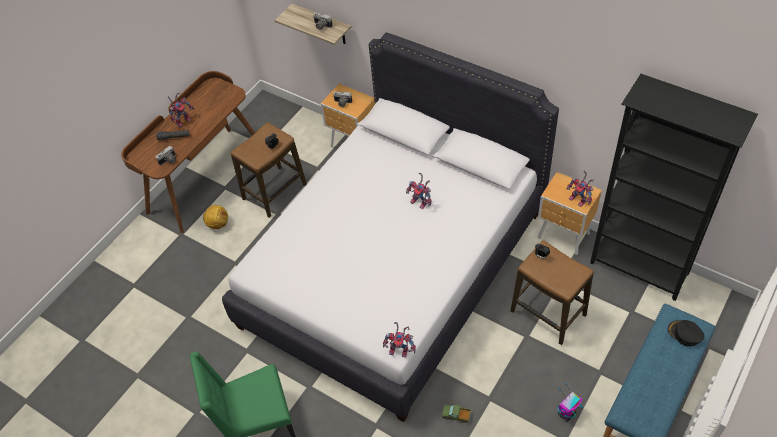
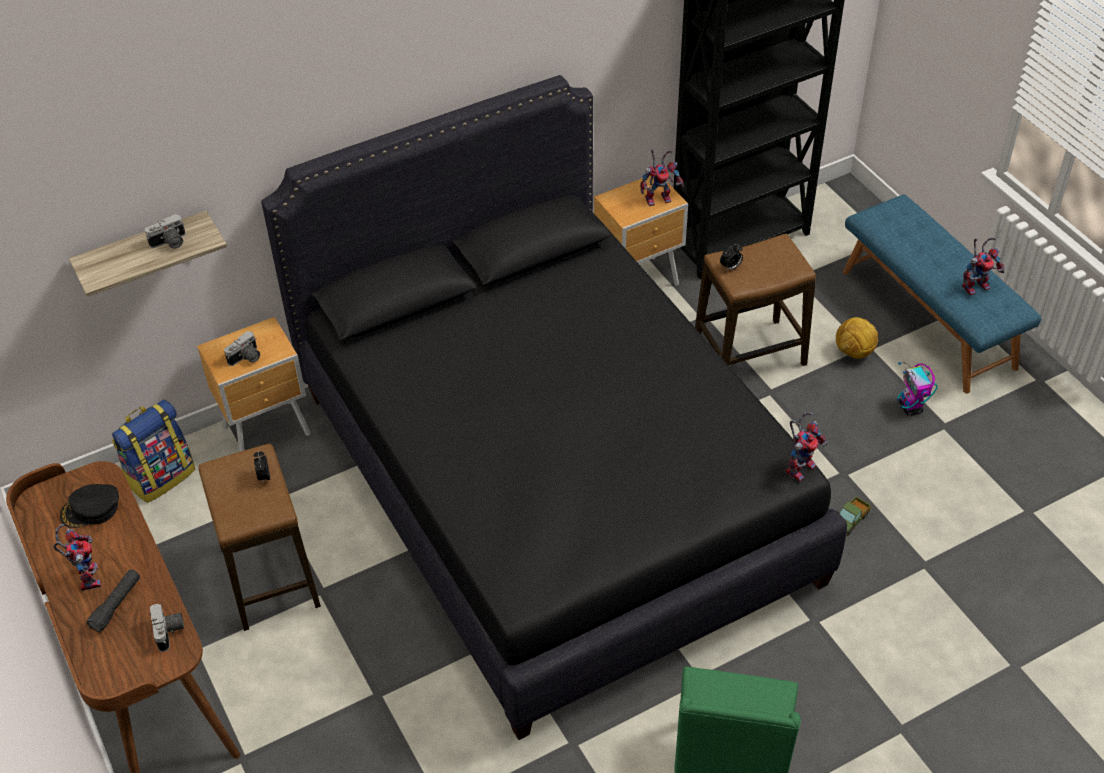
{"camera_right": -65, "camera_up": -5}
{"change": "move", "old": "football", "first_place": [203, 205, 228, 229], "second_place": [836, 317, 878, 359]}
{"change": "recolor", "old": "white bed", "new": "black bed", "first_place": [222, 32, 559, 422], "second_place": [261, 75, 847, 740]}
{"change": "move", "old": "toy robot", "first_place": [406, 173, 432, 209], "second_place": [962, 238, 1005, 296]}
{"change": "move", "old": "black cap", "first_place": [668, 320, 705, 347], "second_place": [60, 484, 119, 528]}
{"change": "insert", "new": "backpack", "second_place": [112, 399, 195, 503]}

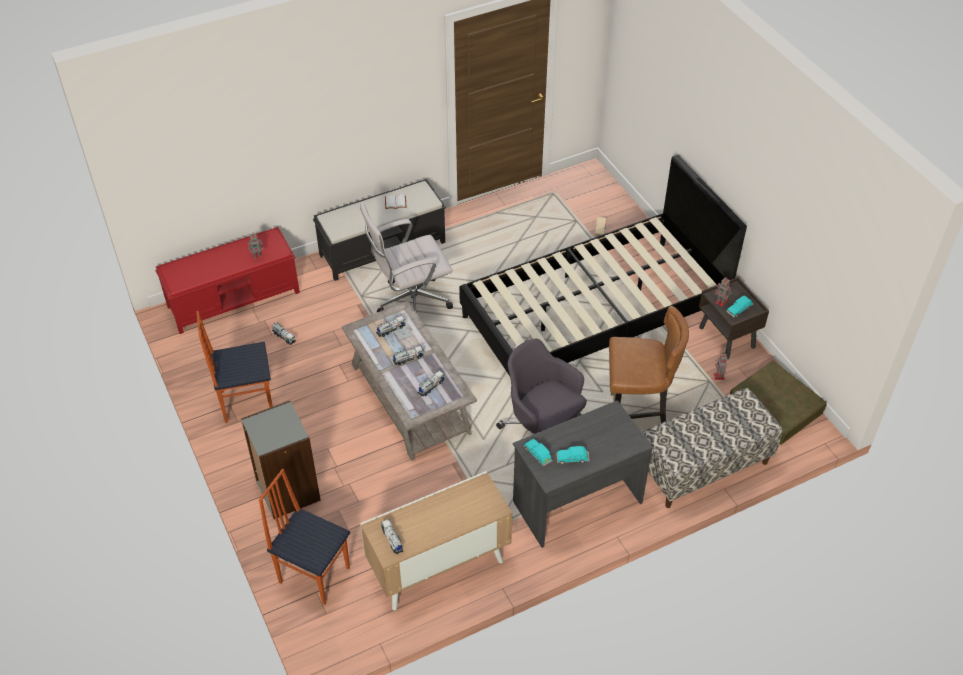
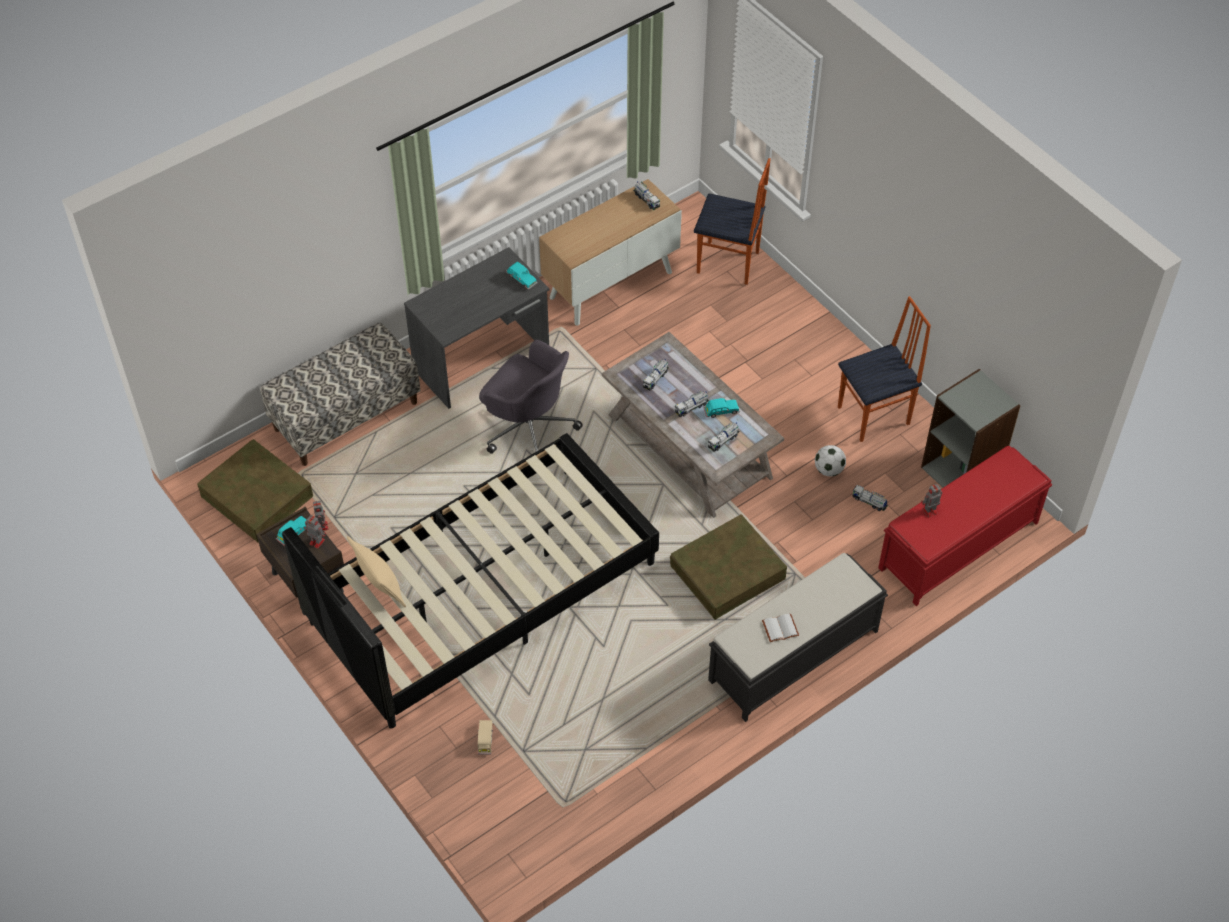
{"camera_right": 170, "camera_up": 5}
{"change": "move", "old": "grey bookcase", "first_place": [241, 401, 321, 519], "second_place": [921, 369, 1021, 488]}
{"change": "replace", "old": "white office chair", "new": "brown storage box", "first_place": [360, 202, 453, 313], "second_place": [670, 514, 787, 620]}
{"change": "move", "old": "turquoise toy car", "first_place": [556, 446, 590, 464], "second_place": [704, 398, 740, 418]}
{"change": "delete", "old": "brown chair", "first_place": [609, 306, 689, 423]}
{"change": "insert", "new": "beige pillow", "second_place": [347, 536, 406, 607]}
{"change": "insert", "new": "football", "second_place": [815, 445, 846, 476]}

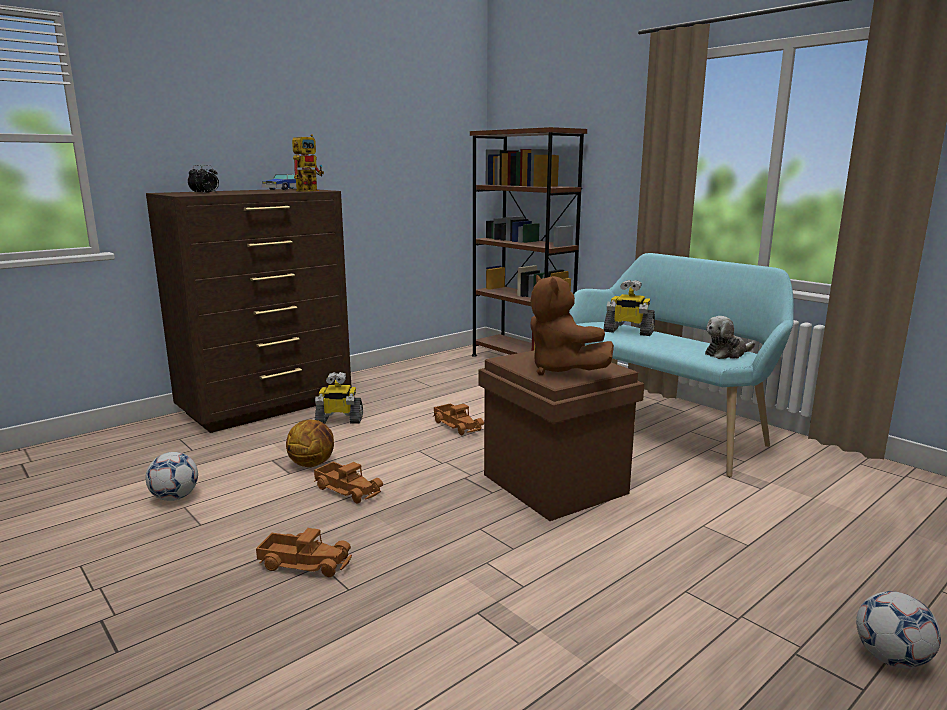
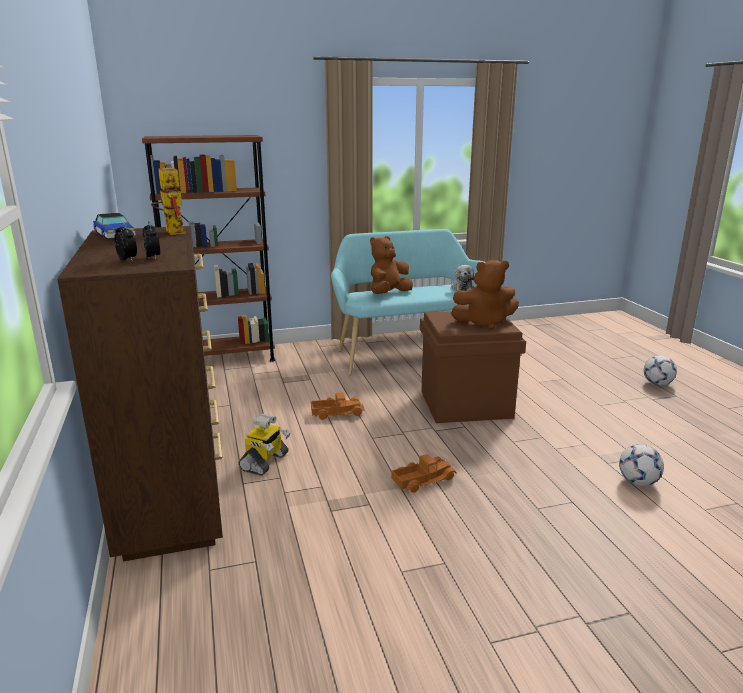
{"camera_right": -65, "camera_up": 5}
{"change": "move", "old": "football", "first_place": [145, 452, 198, 501], "second_place": [619, 444, 664, 486]}
{"change": "delete", "old": "toy truck", "first_place": [256, 528, 352, 577]}
{"change": "delete", "old": "basketball", "first_place": [286, 420, 334, 467]}
{"change": "replace", "old": "toy robot", "new": "brown plush toy", "first_place": [604, 280, 655, 336], "second_place": [370, 236, 413, 294]}

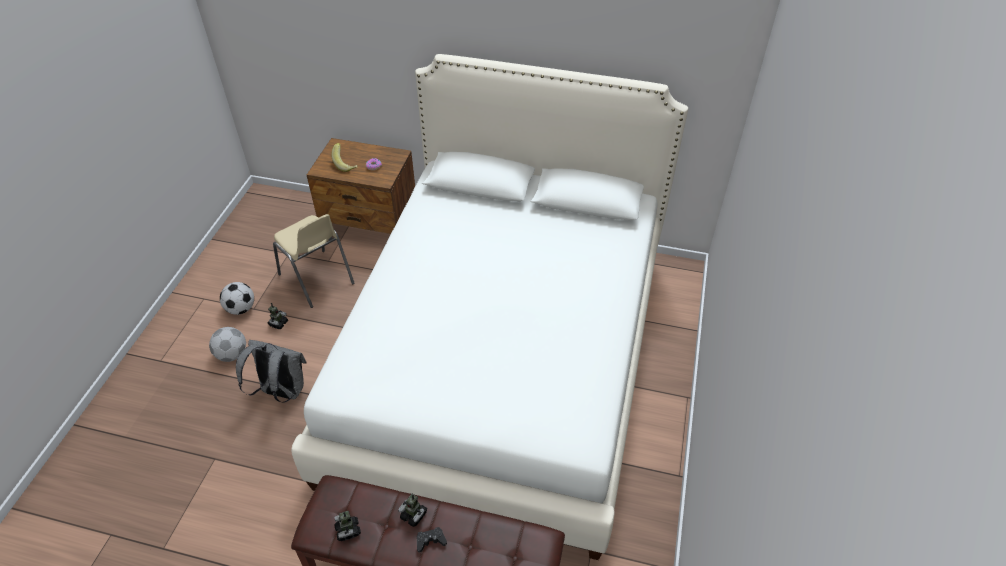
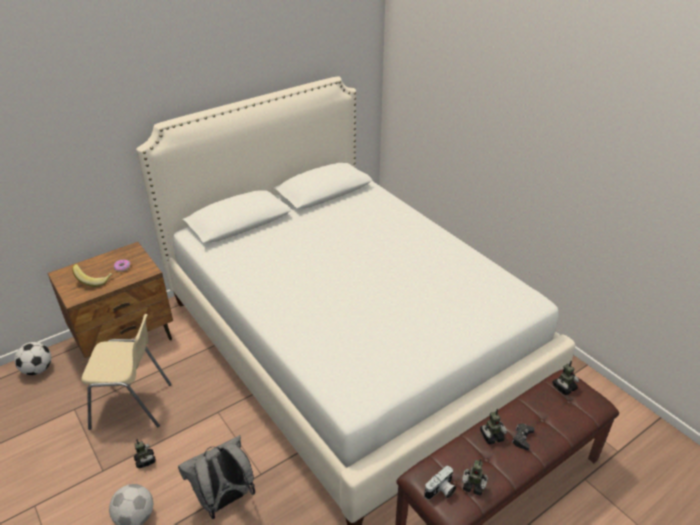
{"camera_right": -50, "camera_up": -10}
{"change": "move", "old": "football", "first_place": [220, 282, 254, 315], "second_place": [14, 342, 51, 375]}
{"change": "insert", "new": "photo camera", "second_place": [424, 466, 456, 499]}
{"change": "insert", "new": "toy robot", "second_place": [553, 361, 580, 395]}

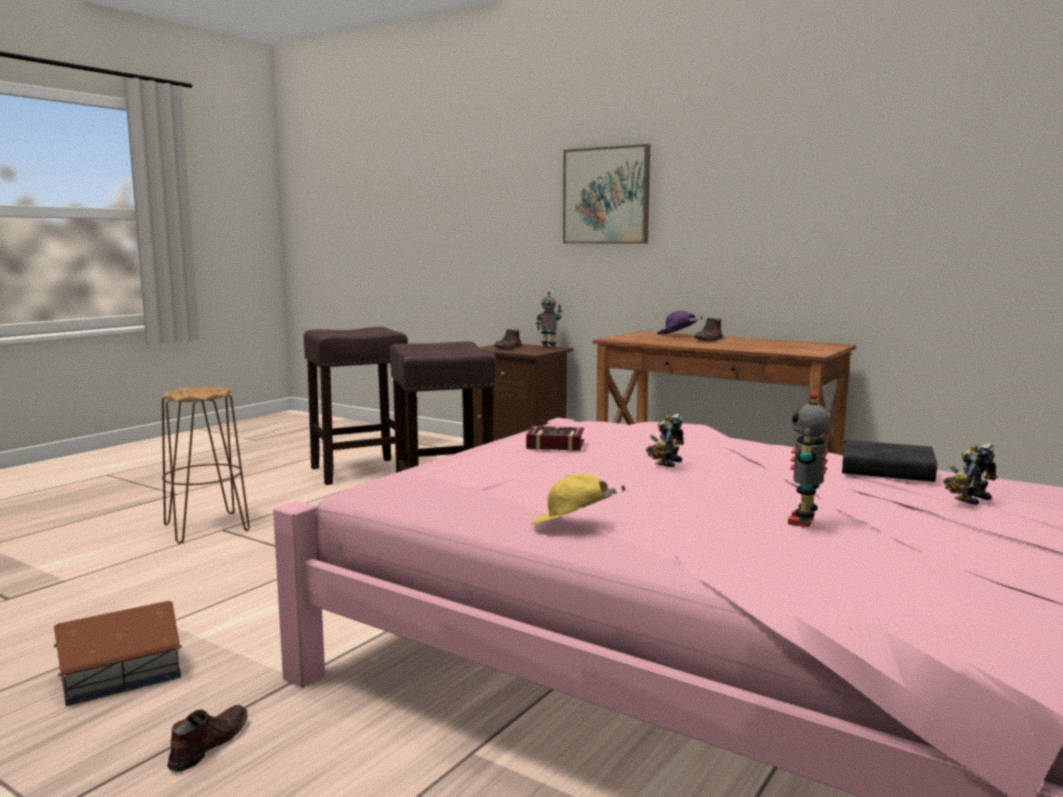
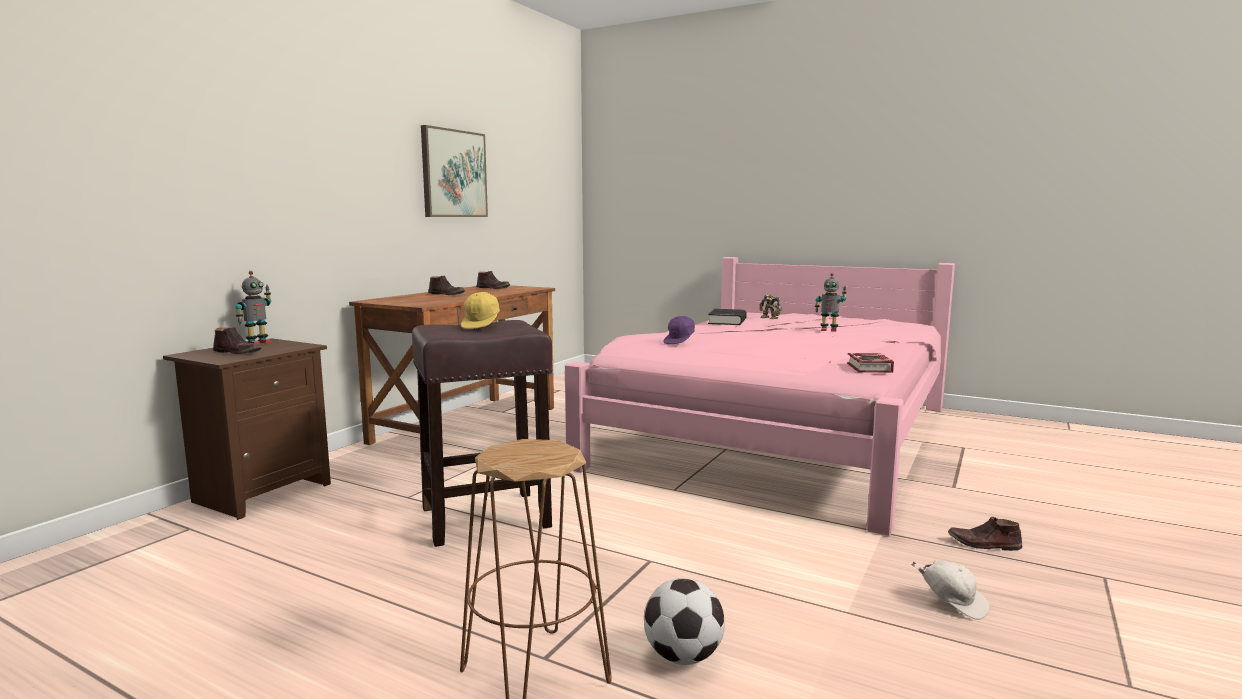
{"camera_right": -95, "camera_up": 0}
{"change": "replace", "old": "toy house", "new": "white cap", "first_place": [54, 601, 182, 706], "second_place": [911, 561, 990, 620]}
{"change": "delete", "old": "brown stool", "first_place": [304, 327, 408, 485]}
{"change": "move", "old": "book", "first_place": [526, 426, 584, 451], "second_place": [847, 353, 894, 373]}
{"change": "move", "old": "yellow cap", "first_place": [531, 473, 626, 525], "second_place": [461, 292, 500, 329]}
{"change": "move", "old": "picture", "first_place": [563, 144, 650, 244], "second_place": [421, 125, 488, 217]}
{"change": "delete", "old": "toy robot", "first_place": [646, 414, 684, 467]}
{"change": "move", "old": "purple cap", "first_place": [657, 311, 703, 335], "second_place": [664, 316, 695, 344]}
{"change": "insert", "new": "brown shoe", "second_place": [477, 271, 510, 289]}
{"change": "insert", "new": "football", "second_place": [644, 578, 725, 665]}

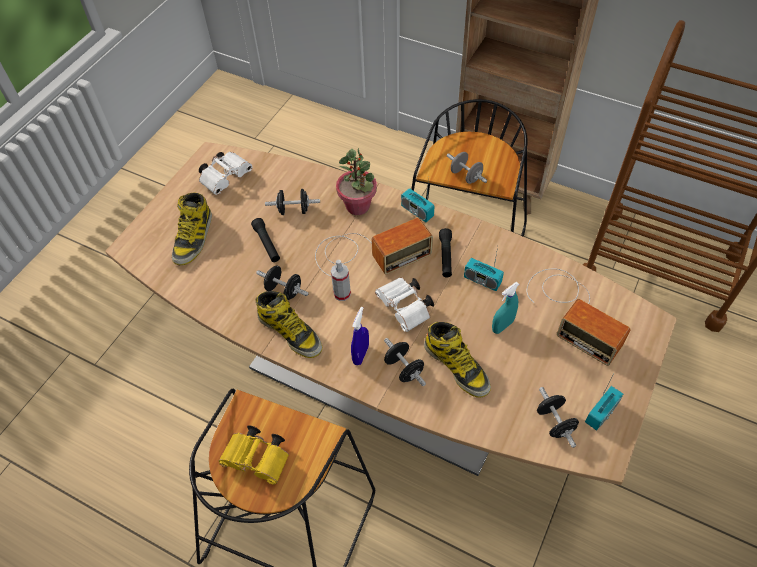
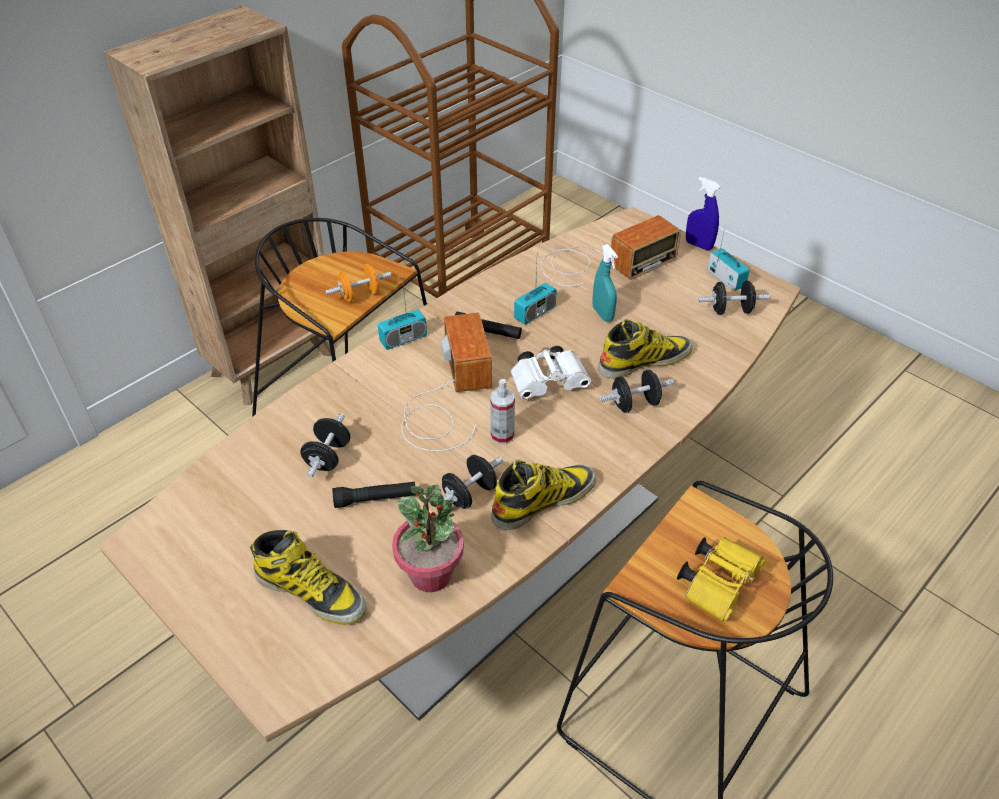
{"camera_right": -75, "camera_up": -10}
{"change": "delete", "old": "white binoculars", "first_place": [199, 152, 252, 195]}
{"change": "move", "old": "potted plant", "first_place": [336, 148, 377, 215], "second_place": [392, 485, 464, 592]}
{"change": "move", "old": "blue spray bottle", "first_place": [351, 307, 369, 365], "second_place": [686, 177, 721, 251]}
{"change": "recolor", "old": "grey dumbbell", "new": "orange dumbbell", "first_place": [446, 152, 487, 184], "second_place": [325, 264, 391, 302]}

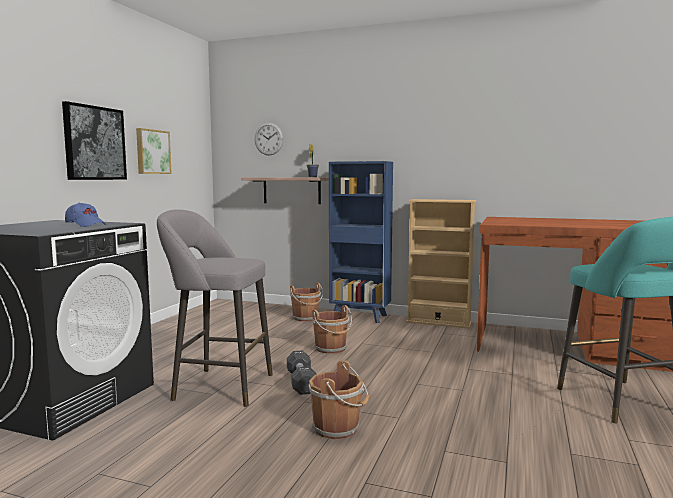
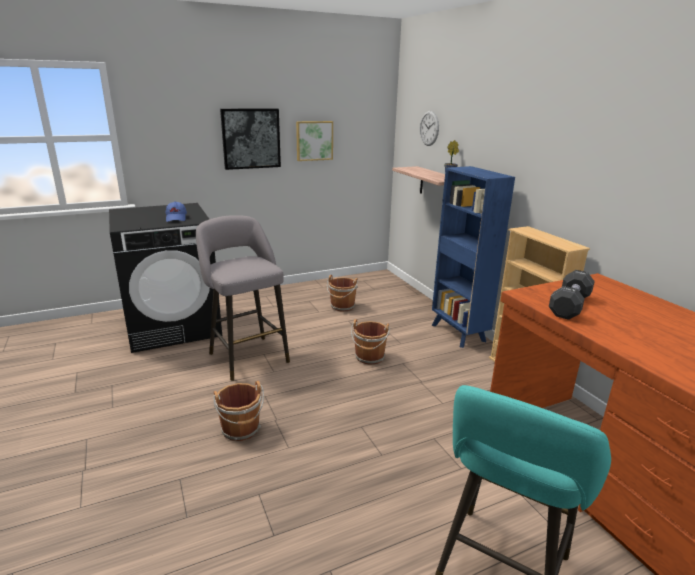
{"camera_right": 45, "camera_up": 15}
{"change": "move", "old": "black dumbbell", "first_place": [287, 350, 317, 395], "second_place": [549, 270, 595, 320]}
{"change": "move", "old": "brown bucket", "first_place": [290, 283, 323, 321], "second_place": [327, 275, 358, 312]}

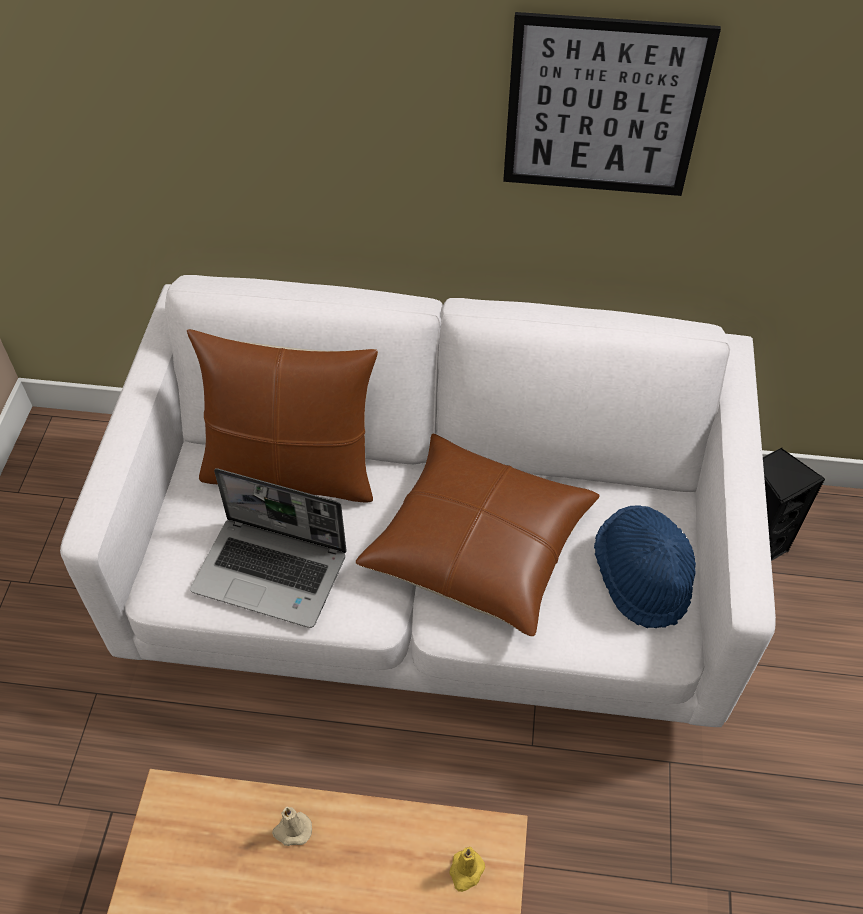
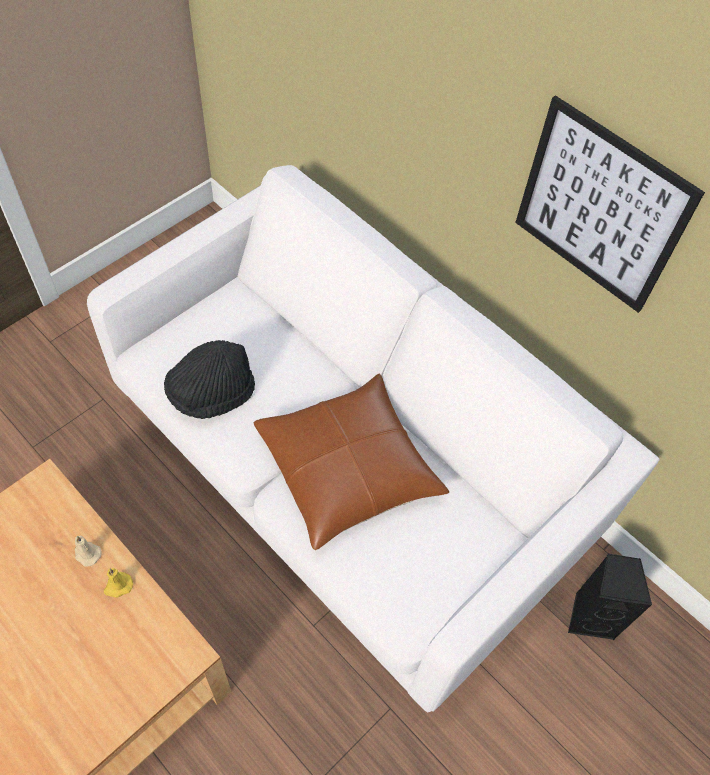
{"camera_right": 35, "camera_up": 5}
{"change": "delete", "old": "brown pillow", "first_place": [187, 329, 378, 502]}
{"change": "replace", "old": "laptop", "new": "black hat", "first_place": [190, 468, 347, 628], "second_place": [164, 340, 255, 419]}
{"change": "move", "old": "yellow candle", "first_place": [449, 847, 485, 892], "second_place": [104, 568, 133, 598]}
{"change": "delete", "old": "blue hat", "first_place": [594, 505, 696, 628]}

